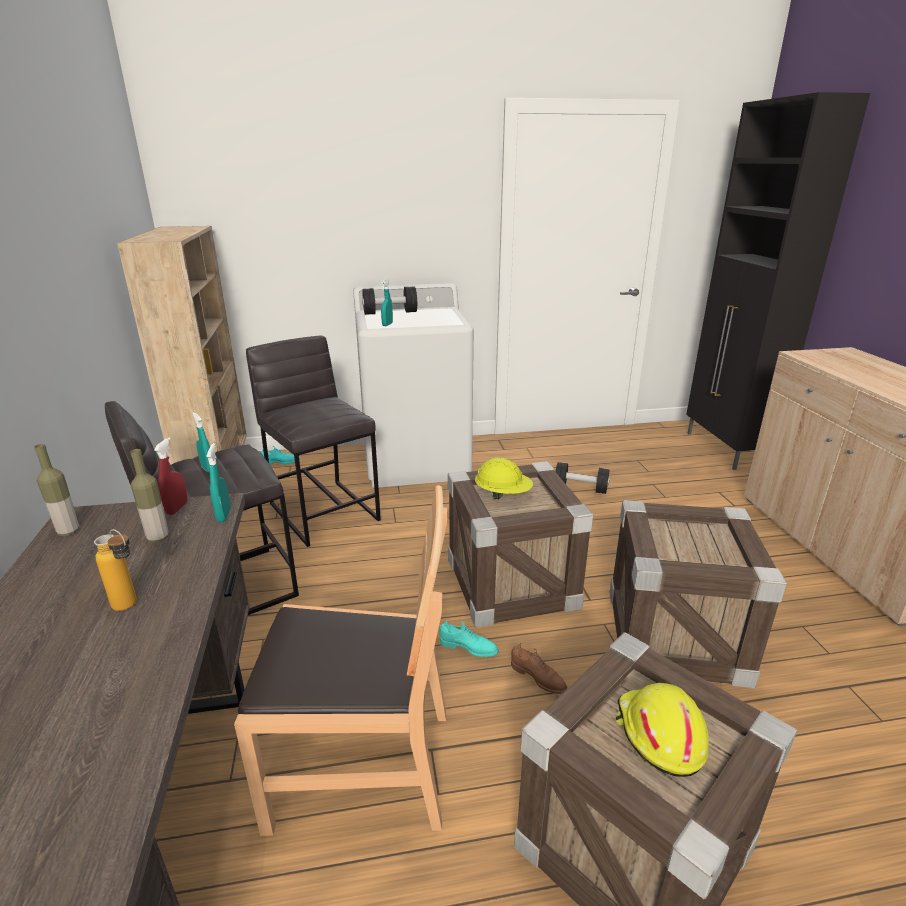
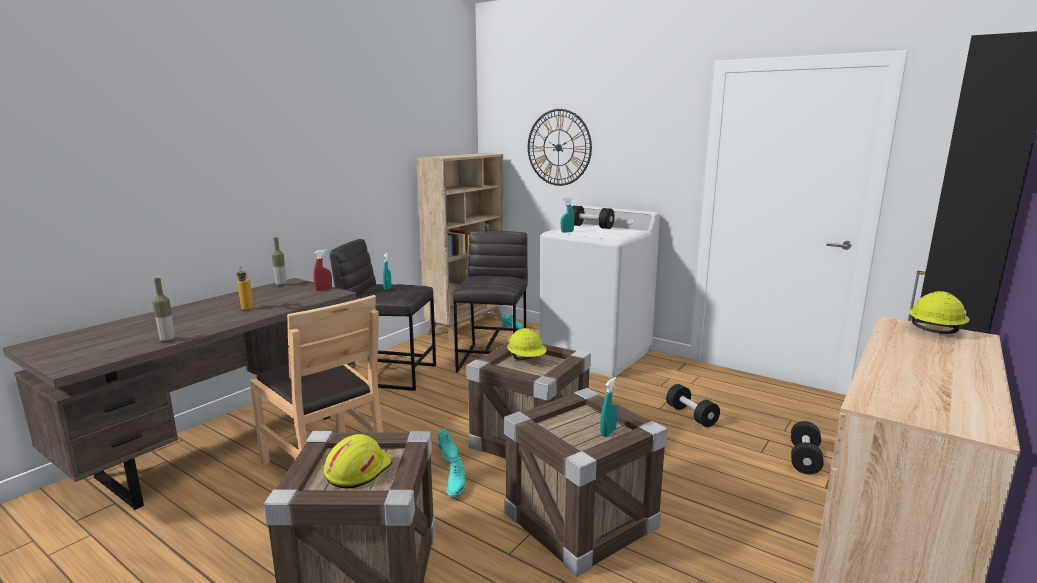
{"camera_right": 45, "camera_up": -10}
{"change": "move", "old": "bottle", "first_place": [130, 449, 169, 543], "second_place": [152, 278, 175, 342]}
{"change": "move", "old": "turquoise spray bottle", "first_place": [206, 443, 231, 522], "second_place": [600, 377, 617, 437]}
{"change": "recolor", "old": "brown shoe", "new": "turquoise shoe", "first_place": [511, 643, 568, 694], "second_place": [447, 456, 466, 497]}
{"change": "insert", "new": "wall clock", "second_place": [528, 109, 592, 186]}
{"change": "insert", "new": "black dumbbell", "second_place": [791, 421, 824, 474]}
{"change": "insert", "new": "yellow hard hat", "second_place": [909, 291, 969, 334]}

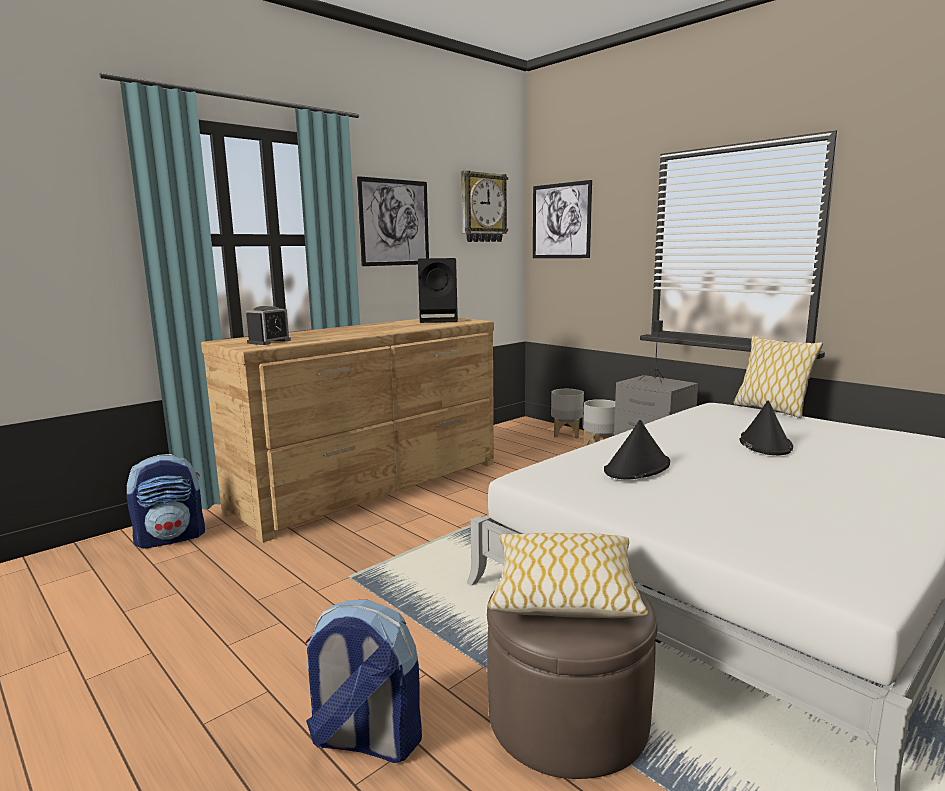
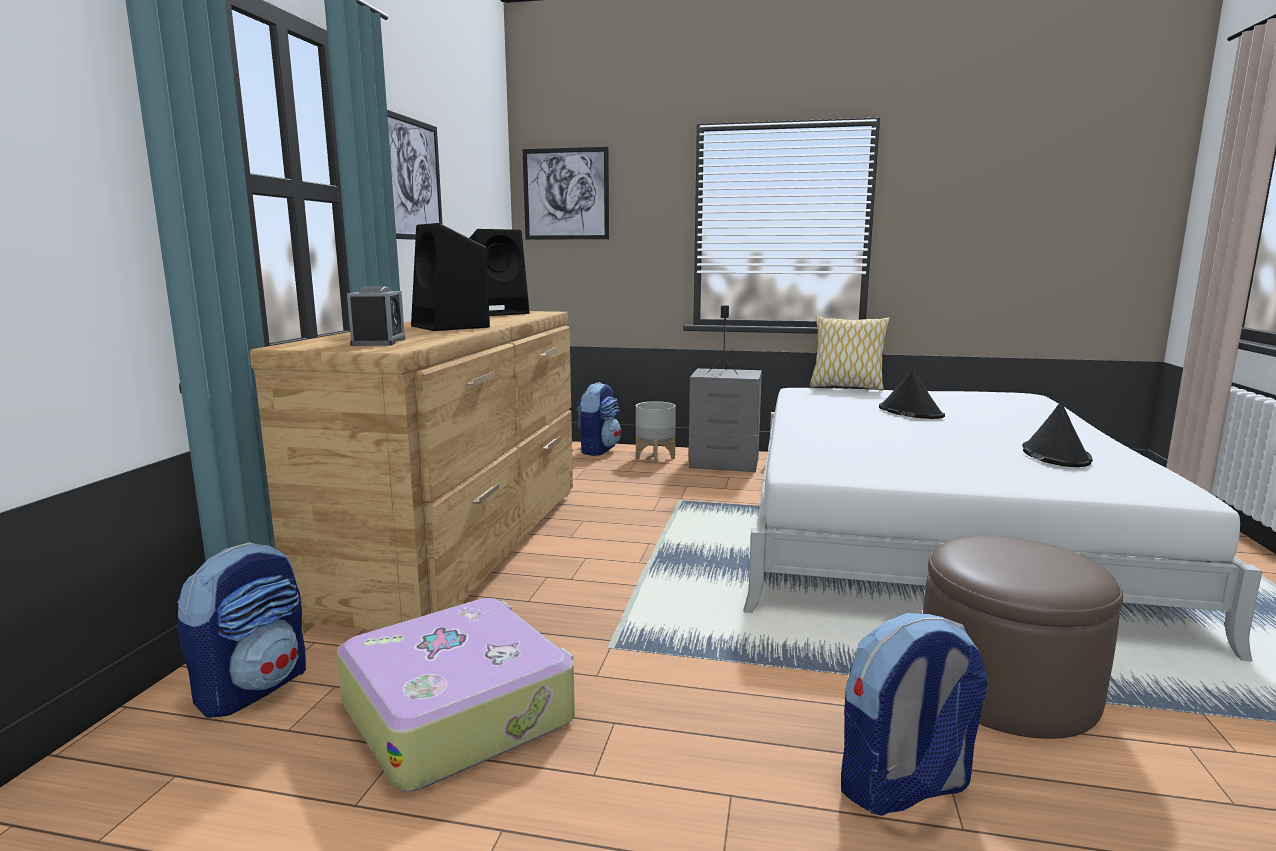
{"camera_right": -35, "camera_up": 0}
{"change": "delete", "old": "wall clock", "first_place": [461, 170, 508, 242]}
{"change": "delete", "old": "pillow", "first_place": [488, 533, 648, 618]}
{"change": "replace", "old": "grey planter", "new": "backpack", "first_place": [551, 389, 584, 438], "second_place": [576, 382, 621, 456]}
{"change": "move", "old": "black hat", "first_place": [604, 420, 670, 479], "second_place": [1022, 402, 1093, 467]}
{"change": "insert", "new": "suitcase", "second_place": [337, 598, 575, 792]}
{"change": "insert", "new": "black speaker", "second_place": [411, 223, 490, 331]}

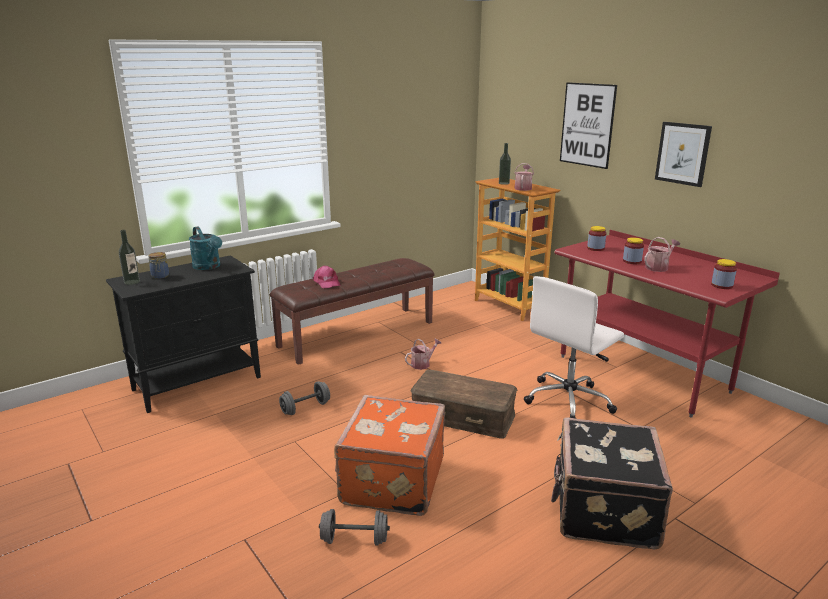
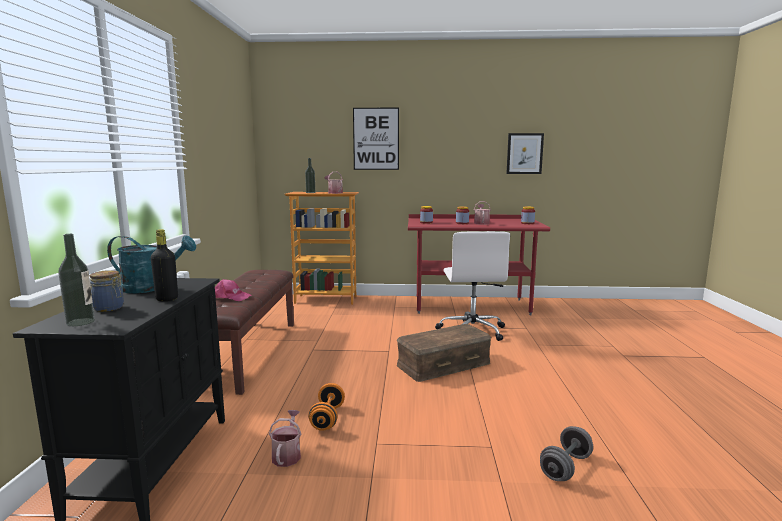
{"camera_right": -50, "camera_up": -10}
{"change": "recolor", "old": "grey dumbbell", "new": "orange dumbbell", "first_place": [279, 381, 330, 415], "second_place": [308, 383, 345, 431]}
{"change": "delete", "old": "orange suitcase", "first_place": [334, 395, 445, 516]}
{"change": "move", "old": "watering can", "first_place": [405, 338, 441, 370], "second_place": [269, 410, 301, 467]}
{"change": "delete", "old": "black suitcase", "first_place": [551, 417, 673, 549]}
{"change": "move", "old": "picture", "first_place": [655, 122, 712, 187], "second_place": [506, 133, 544, 174]}
{"change": "insert", "new": "black bottle", "second_place": [151, 229, 178, 301]}

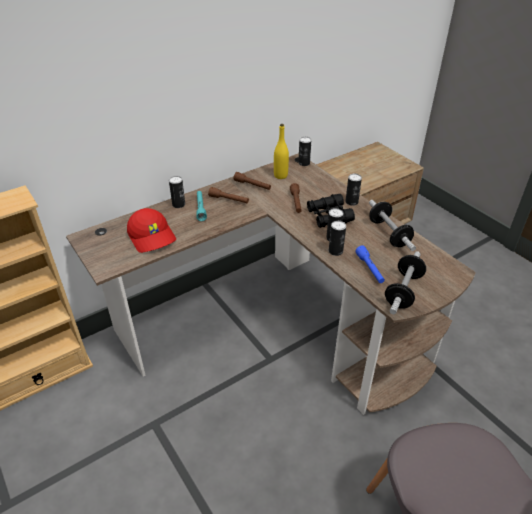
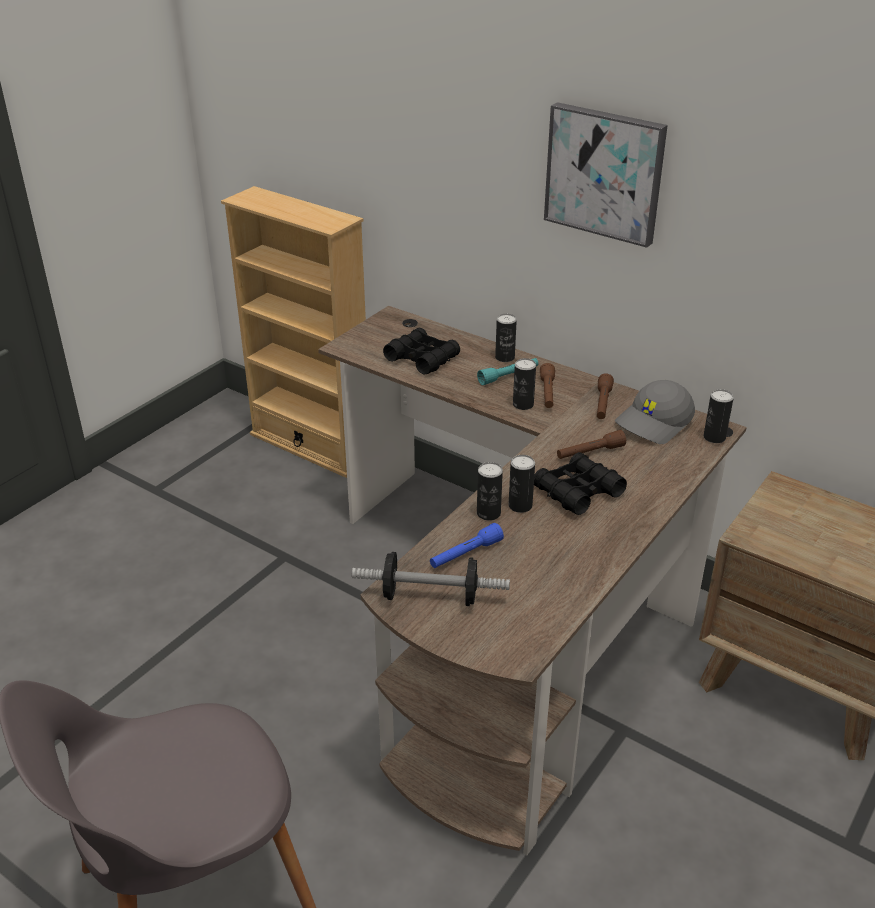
{"camera_right": 70, "camera_up": -5}
{"change": "replace", "old": "red cap", "new": "black binoculars", "first_place": [127, 208, 176, 253], "second_place": [383, 328, 460, 374]}
{"change": "replace", "old": "yellow bottle", "new": "grey cap", "first_place": [274, 124, 289, 179], "second_place": [614, 380, 695, 444]}
{"change": "move", "old": "can", "first_place": [345, 174, 362, 206], "second_place": [513, 358, 536, 410]}
{"change": "delete", "old": "dumbbell", "first_place": [369, 200, 416, 251]}
{"change": "insert", "new": "picture", "second_place": [544, 102, 668, 248]}

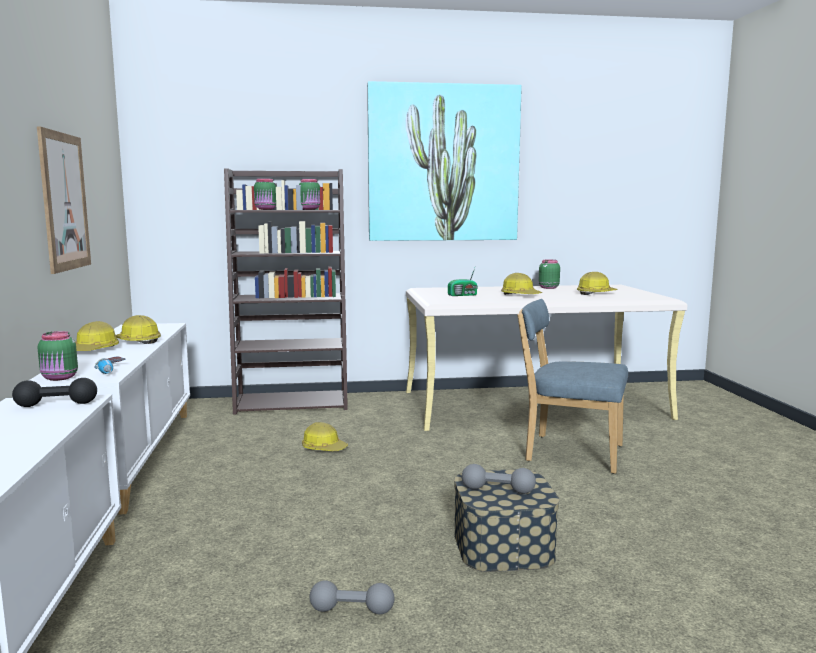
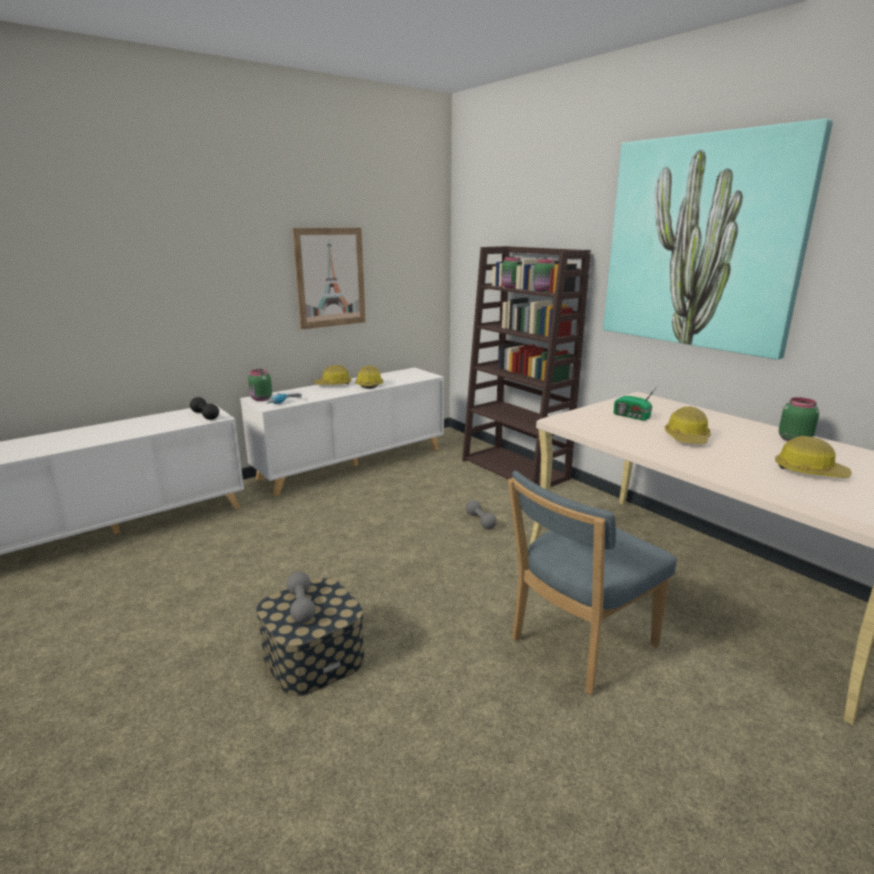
{"camera_right": 60, "camera_up": 10}
{"change": "delete", "old": "hard hat", "first_place": [302, 422, 348, 451]}
{"change": "move", "old": "grey dumbbell", "first_place": [309, 580, 395, 614], "second_place": [466, 500, 497, 529]}
{"change": "rotate", "old": "blue chair", "first_place": [517, 299, 628, 474], "second_place": [508, 471, 677, 695], "degrees": -120}

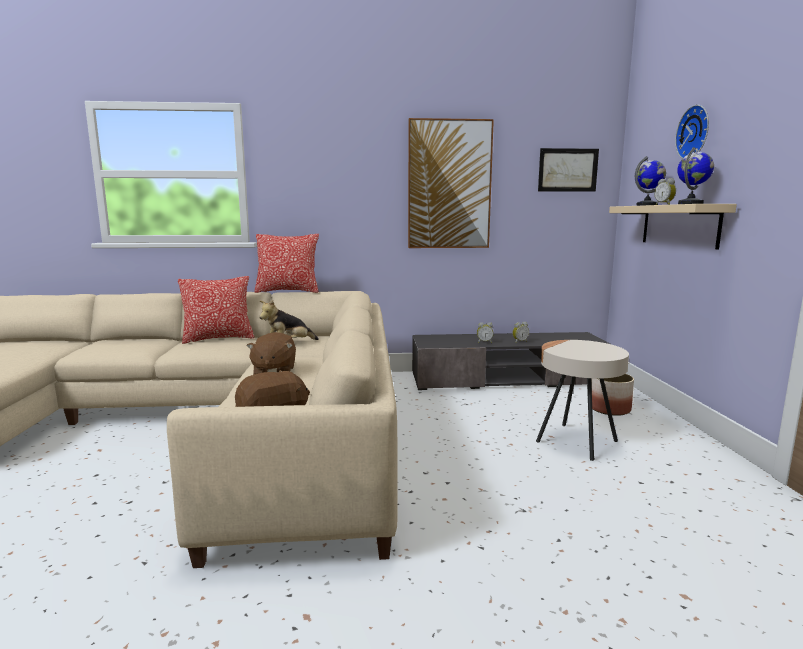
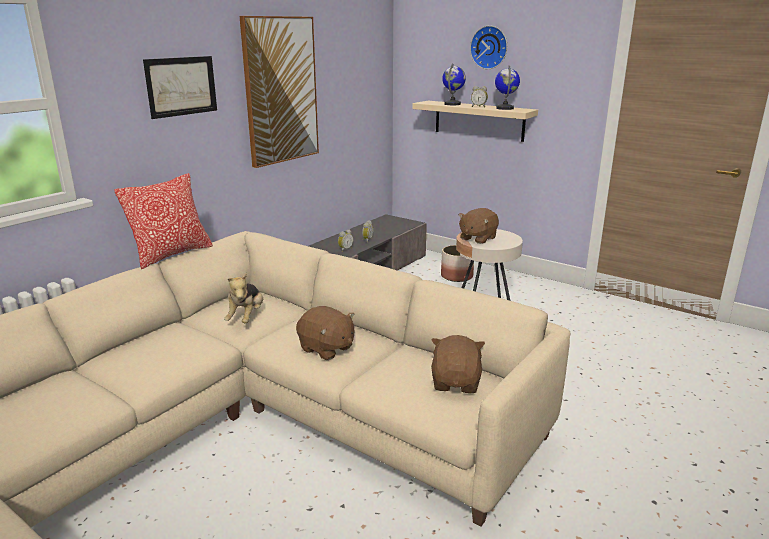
{"camera_right": -50, "camera_up": 10}
{"change": "delete", "old": "pillow", "first_place": [178, 276, 254, 344]}
{"change": "move", "old": "picture", "first_place": [538, 148, 599, 192], "second_place": [143, 56, 217, 119]}
{"change": "insert", "new": "brown plush toy", "second_place": [459, 208, 499, 244]}

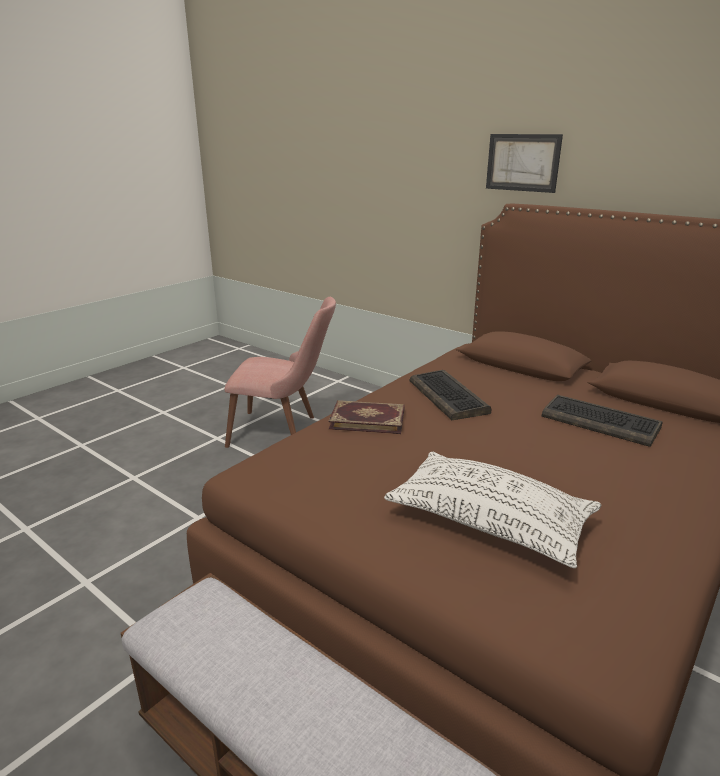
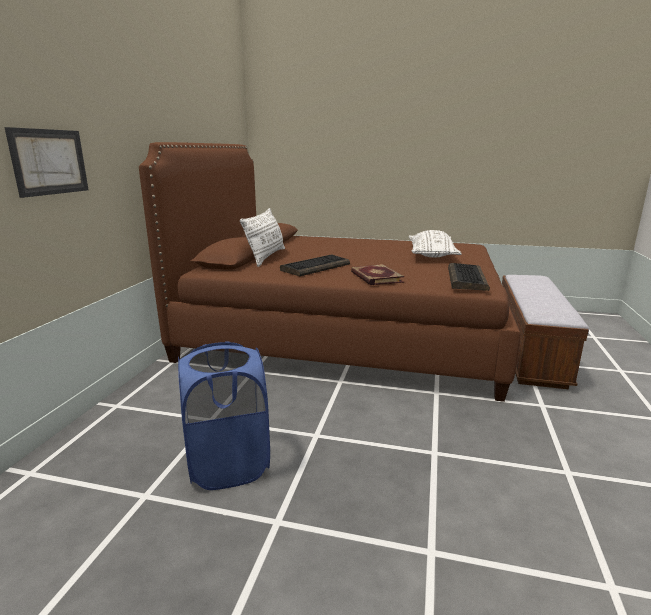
{"camera_right": -115, "camera_up": -5}
{"change": "replace", "old": "pink chair", "new": "blue laundry basket", "first_place": [225, 297, 336, 448], "second_place": [178, 342, 270, 490]}
{"change": "move", "old": "picture", "first_place": [486, 134, 563, 193], "second_place": [4, 127, 89, 198]}
{"change": "move", "old": "keyboard", "first_place": [542, 395, 663, 447], "second_place": [448, 263, 490, 291]}
{"change": "insert", "new": "white pillow", "second_place": [240, 208, 285, 267]}

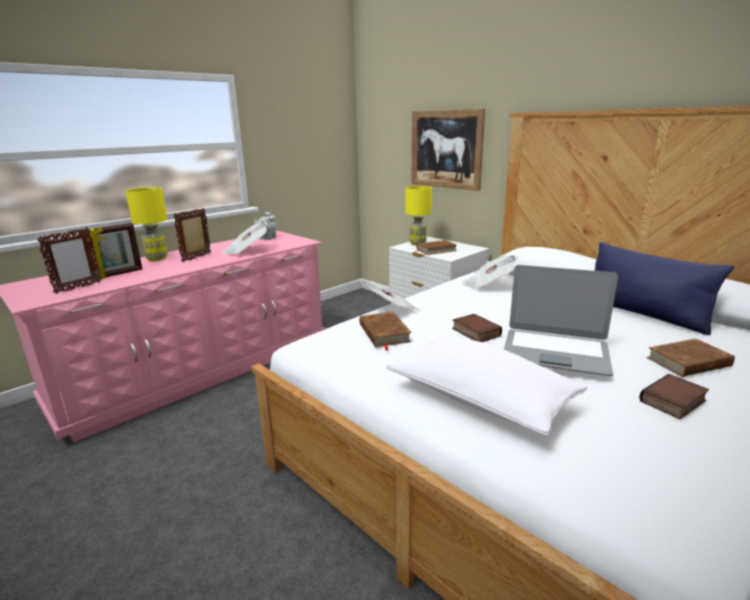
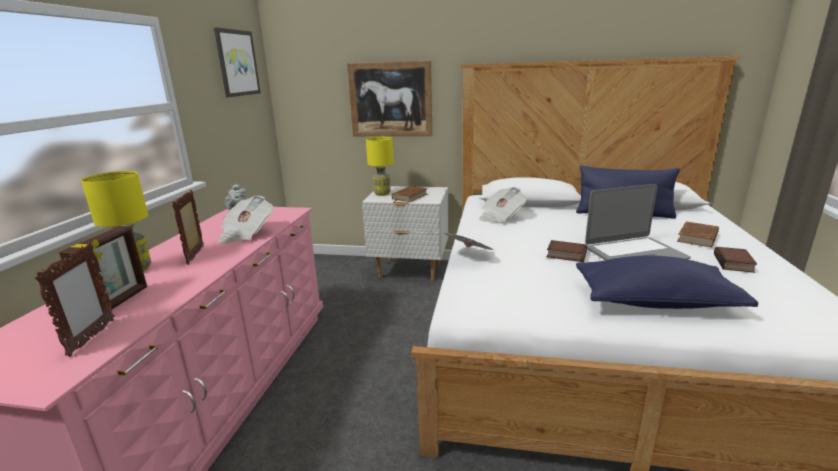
{"camera_right": -35, "camera_up": 0}
{"change": "delete", "old": "brown book", "first_place": [360, 312, 412, 351]}
{"change": "recolor", "old": "white pillow", "new": "blue pillow", "first_place": [386, 336, 587, 437], "second_place": [576, 255, 758, 309]}
{"change": "insert", "new": "picture", "second_place": [214, 27, 261, 97]}

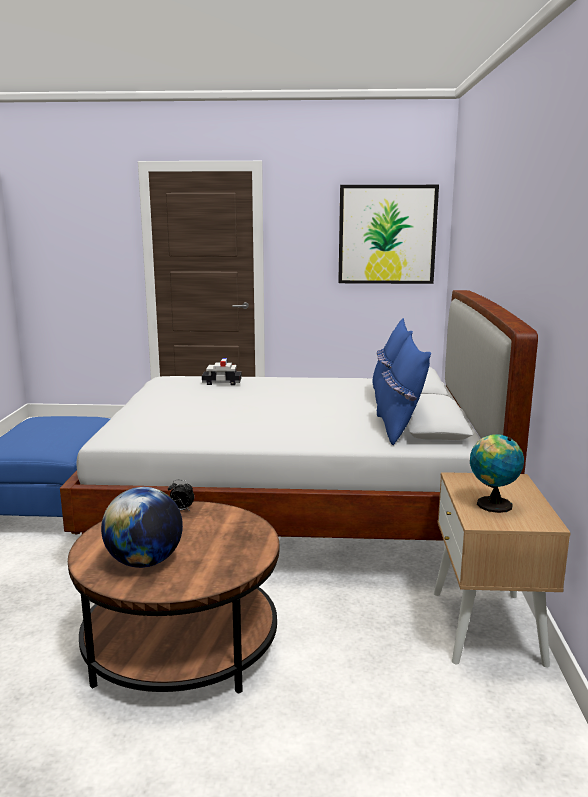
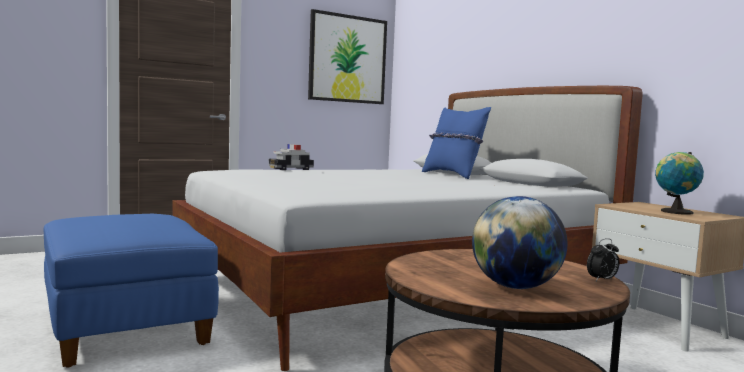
{"camera_right": -35, "camera_up": -10}
{"change": "move", "old": "alarm clock", "first_place": [168, 480, 194, 511], "second_place": [587, 238, 619, 281]}
{"change": "delete", "old": "blue pillow", "first_place": [377, 335, 431, 445]}

